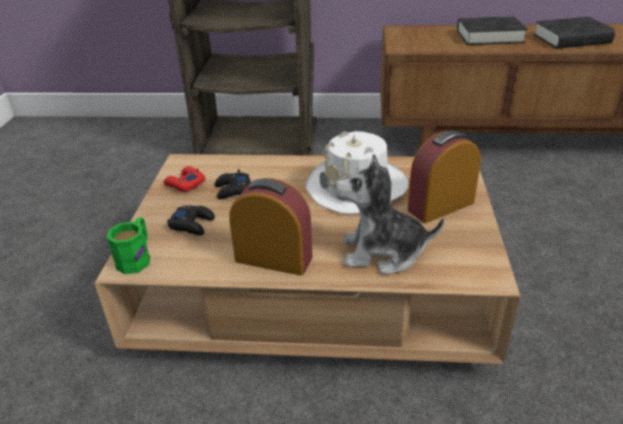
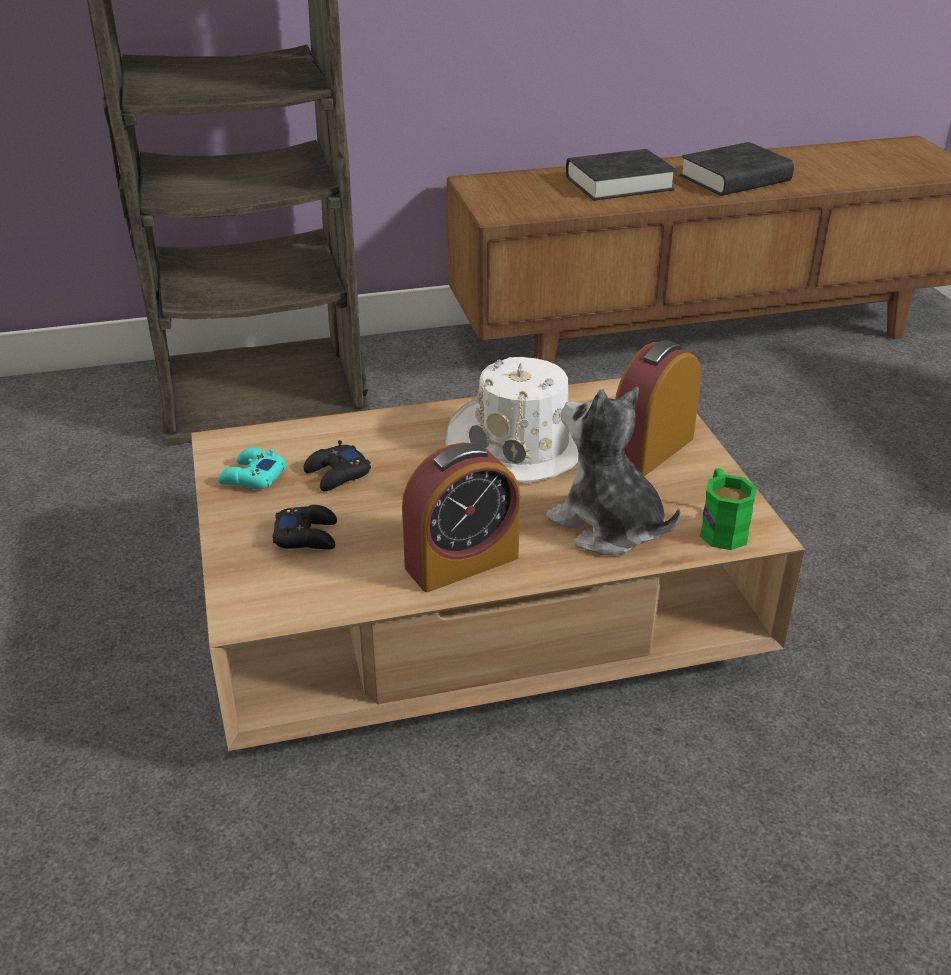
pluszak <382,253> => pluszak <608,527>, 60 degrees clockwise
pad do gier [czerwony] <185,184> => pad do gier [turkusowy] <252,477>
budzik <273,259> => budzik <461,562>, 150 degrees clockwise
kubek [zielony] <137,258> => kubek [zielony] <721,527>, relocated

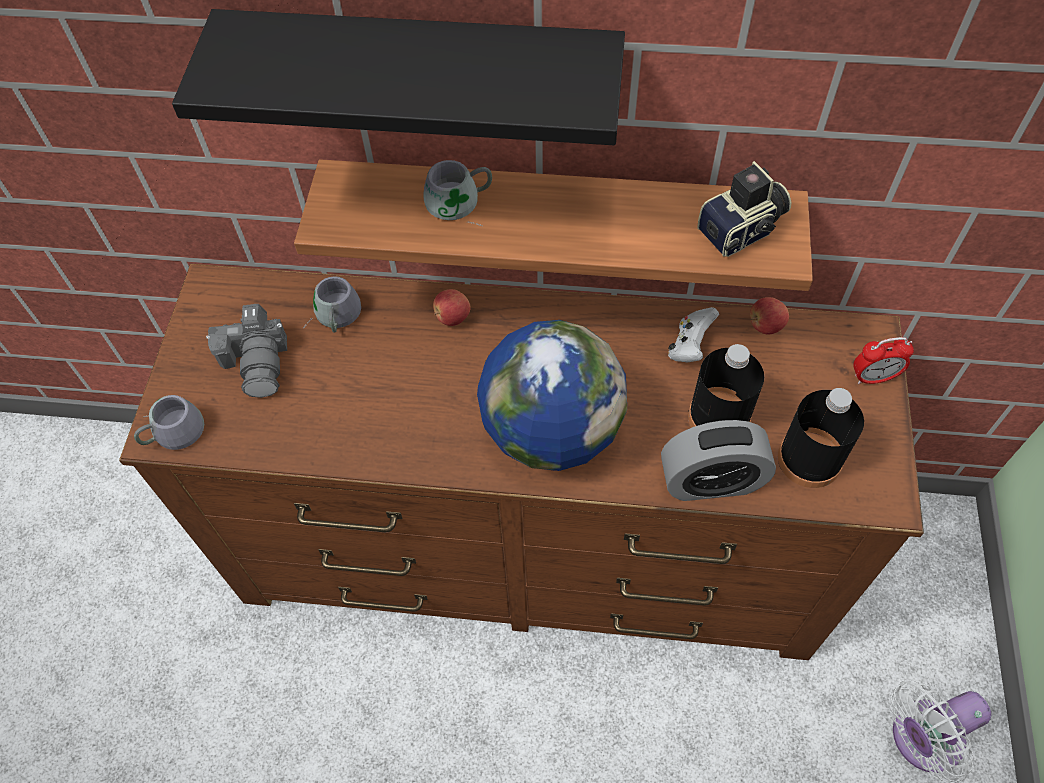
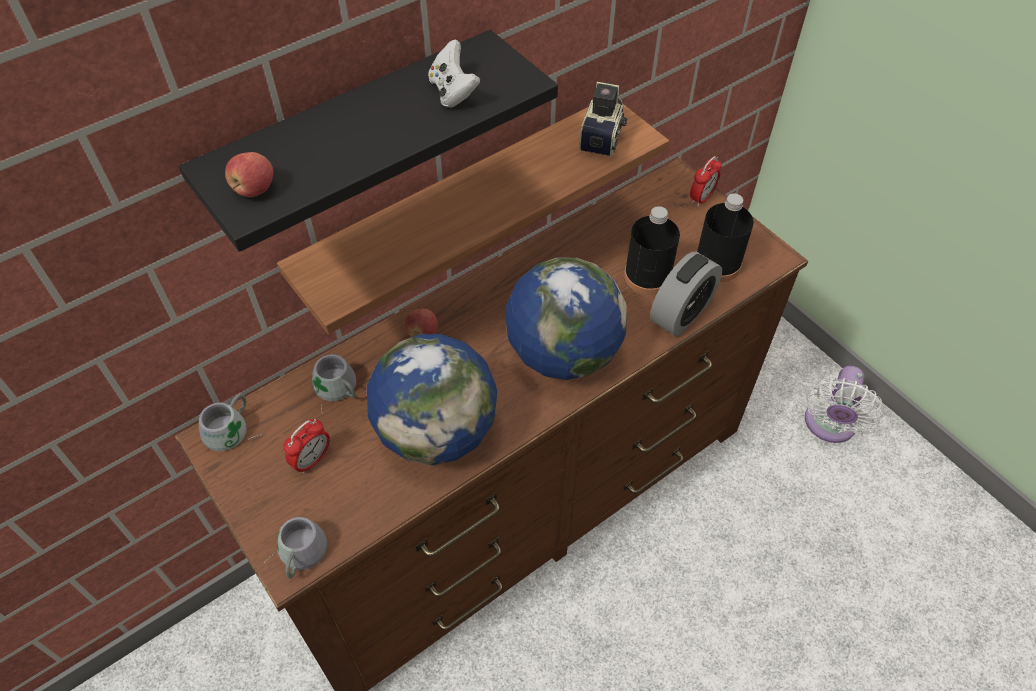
kubek [szary] <460,204> => kubek [szary] <233,430>, relocated
jabłko <765,325> => jabłko <254,190>, relocated
aparat fotograficzny <257,361> => budzik <312,460>
pad do gier [biały] <689,346> => pad do gier [biały] <453,92>, relocated
nothing => globus <437,432>

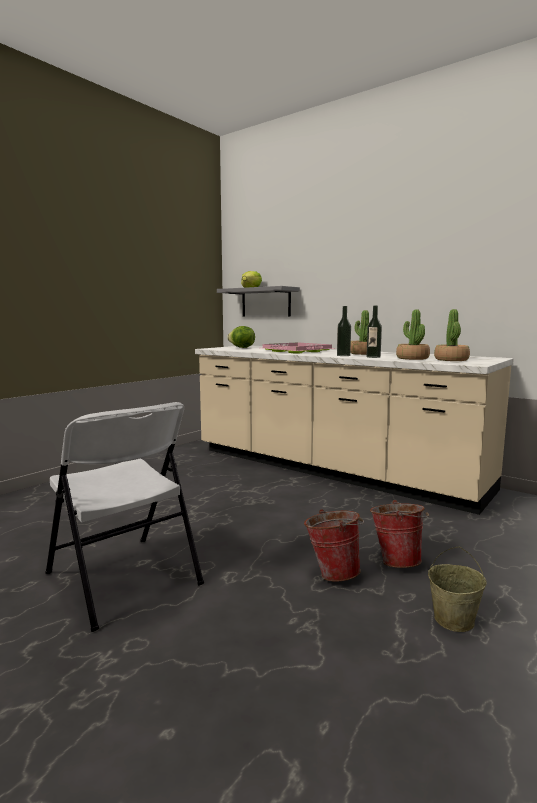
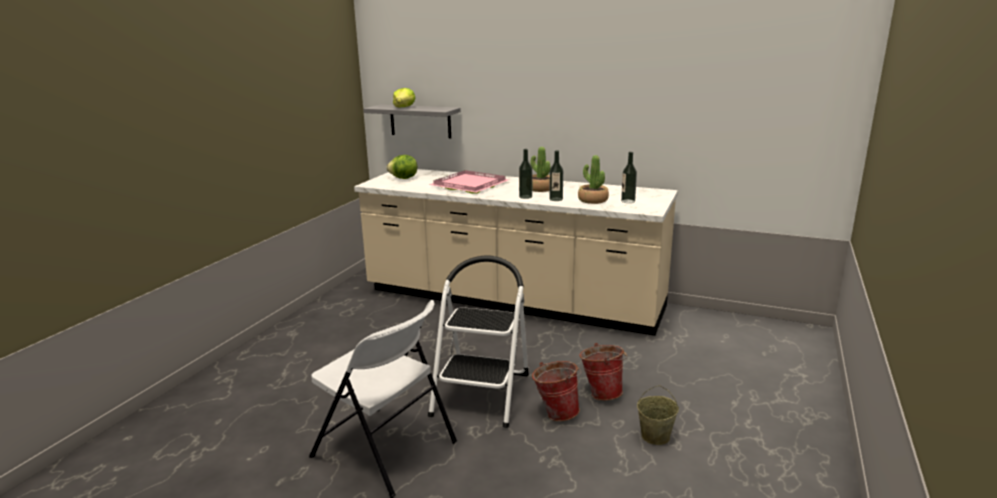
roślina doniczkowa <451,360> => butelka <628,201>
nothing => drabinka <483,393>

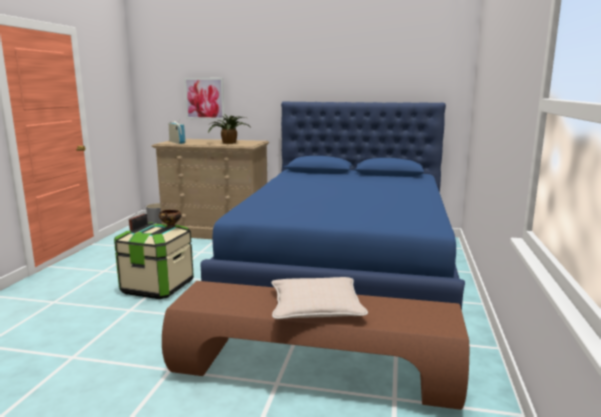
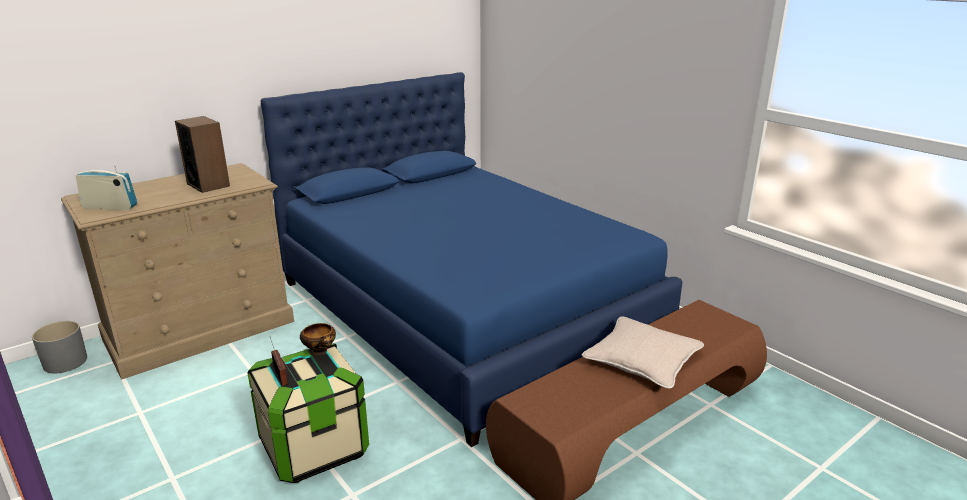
obraz <204,98> => nothing
roślina doniczkowa <228,143> => głośnik <208,185>

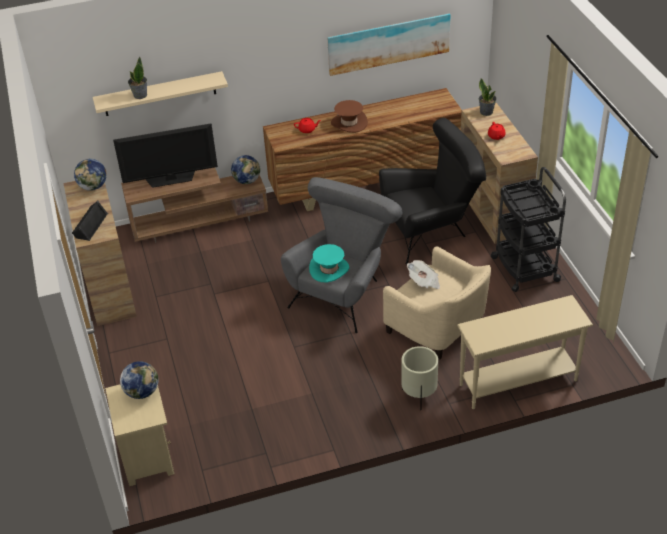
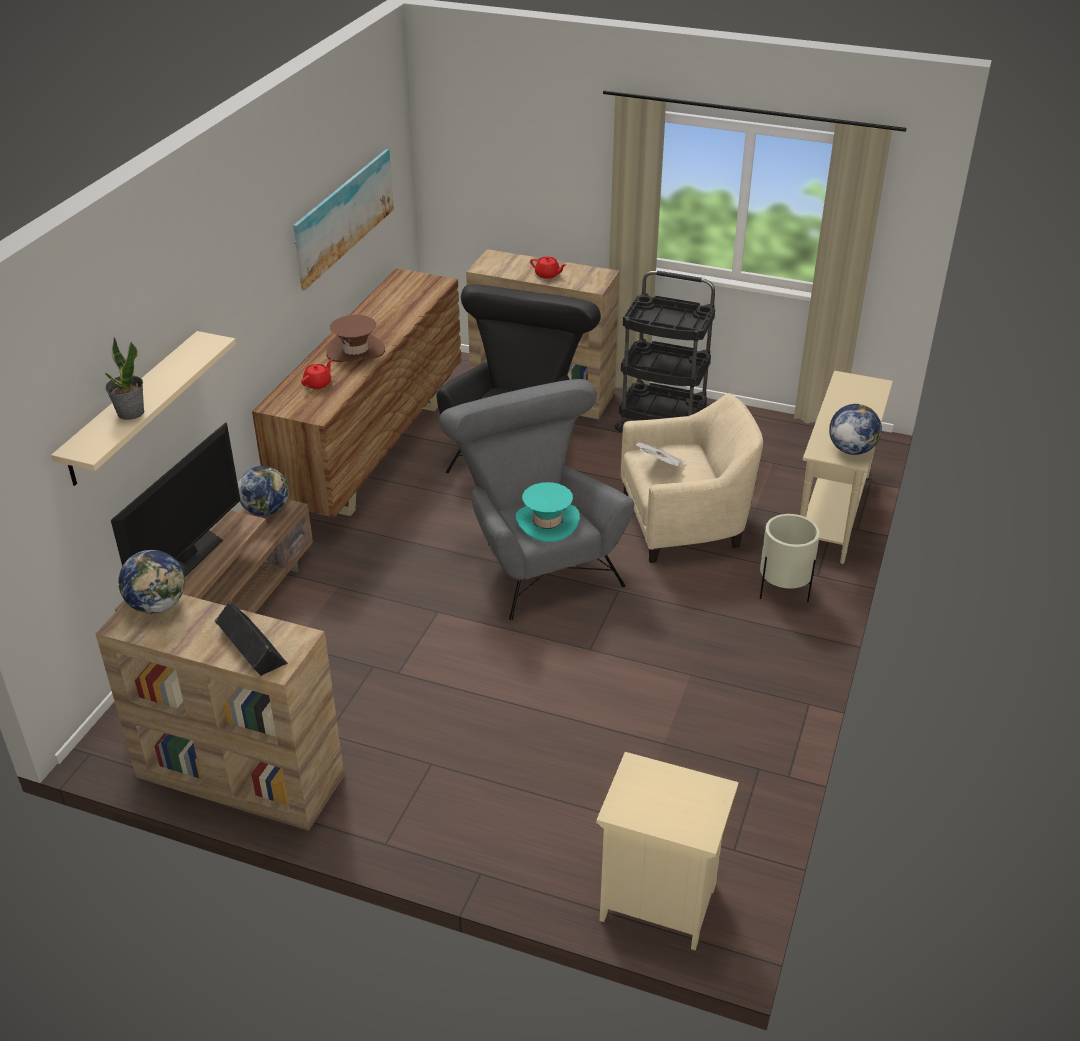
roślina doniczkowa <486,112> => nothing
globus <142,392> => globus <851,450>, relocated

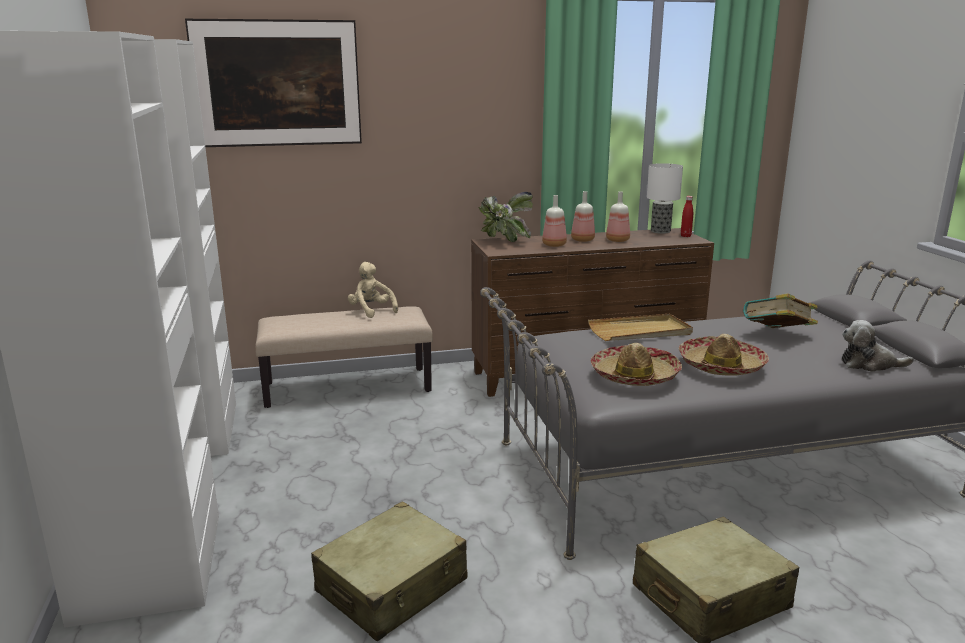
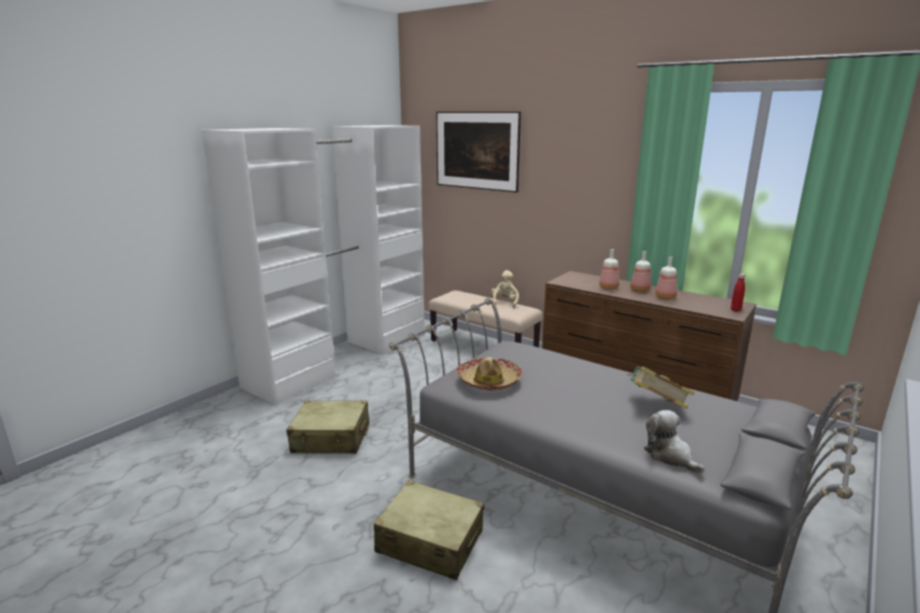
lampa stołowa <661,231> => nothing
roślina doniczkowa <503,241> => nothing
taca [beżowy] <640,332> => nothing
kapelusz <721,366> => nothing

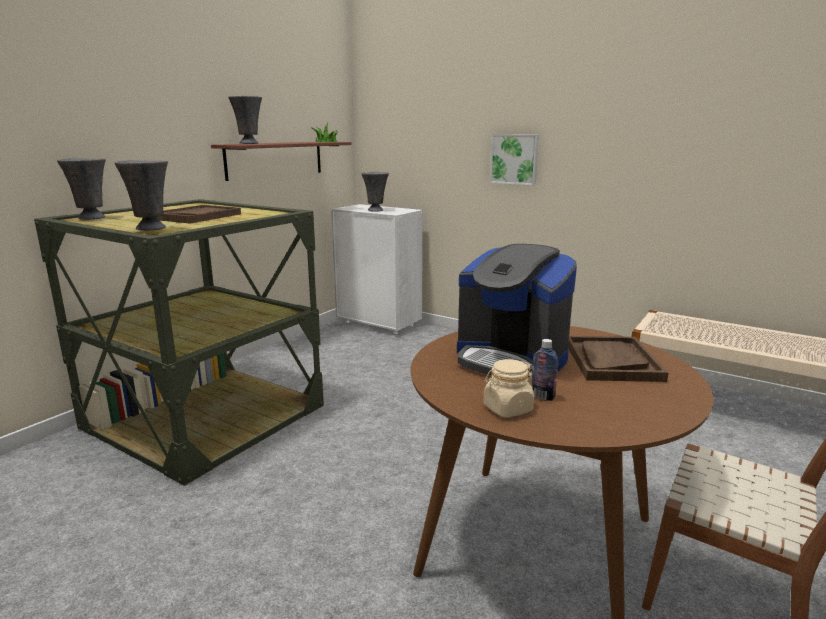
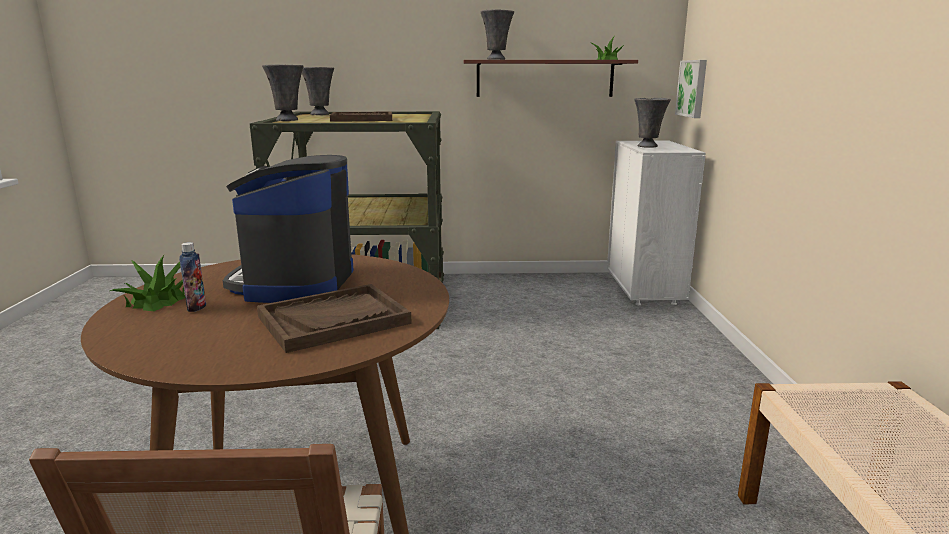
obraz <514,159> => obraz <693,88>, relocated
słoik [beżowy] <507,409> => roślina doniczkowa <158,300>

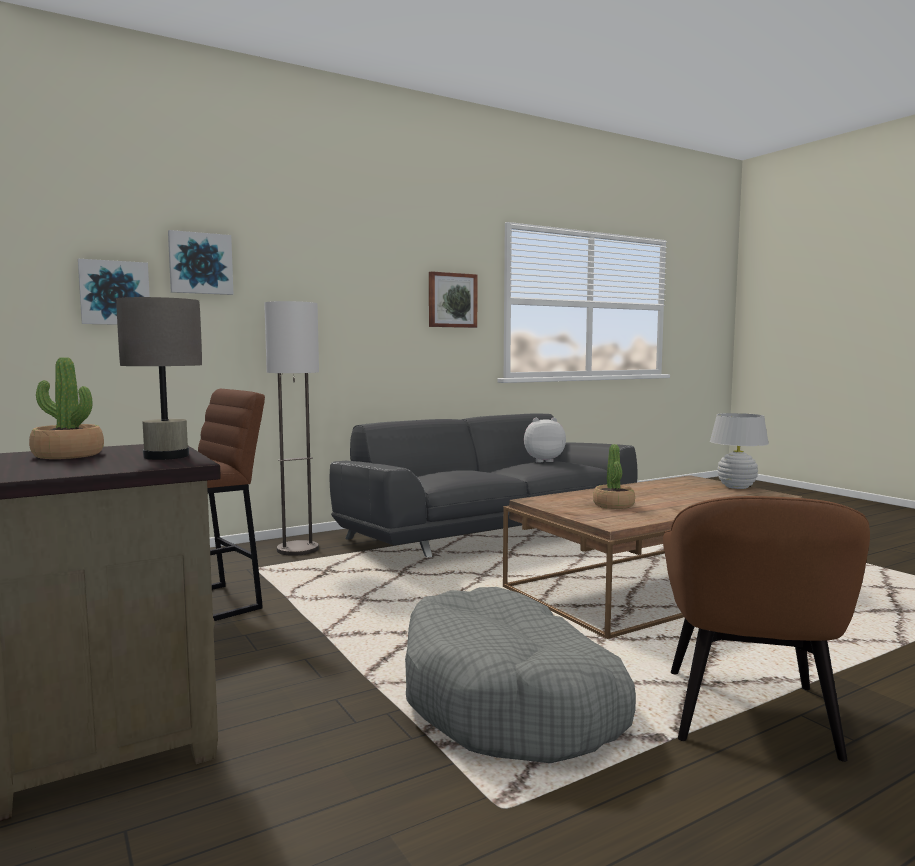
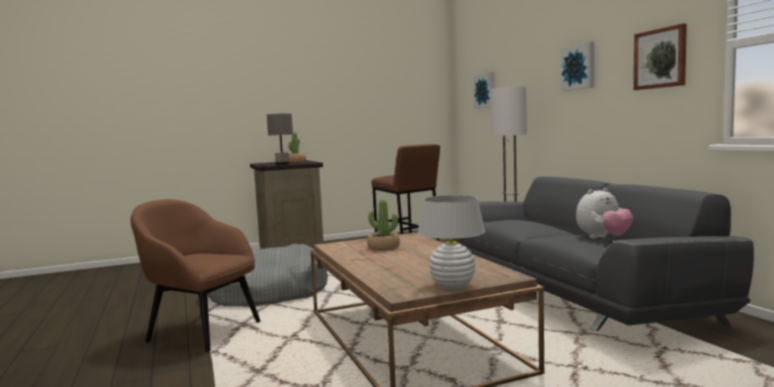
obraz <200,263> => obraz <578,67>, relocated
pluszak <543,461> => pluszak <603,238>, 60 degrees clockwise

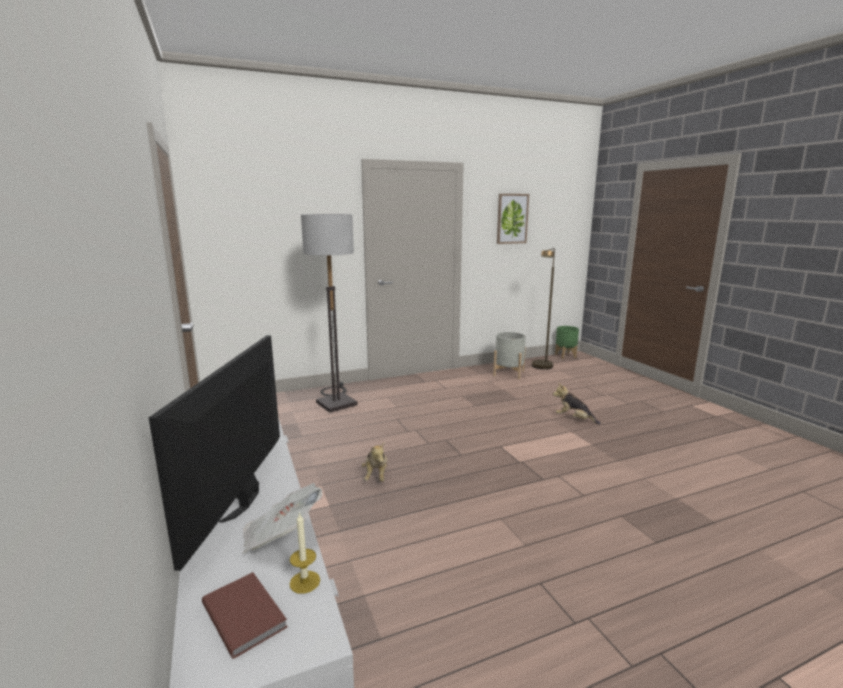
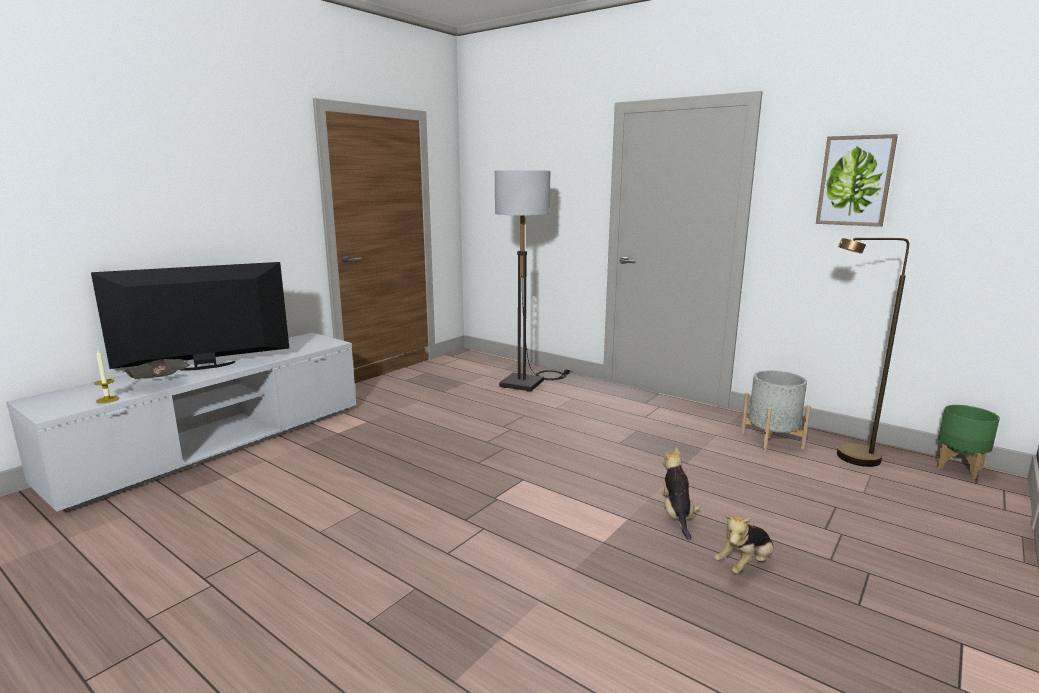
pluszak <376,475> => pluszak <745,565>, relocated
książka [brązowy] <245,613> => nothing

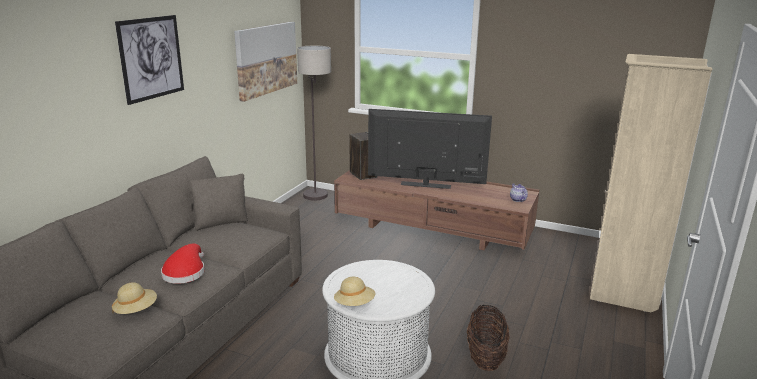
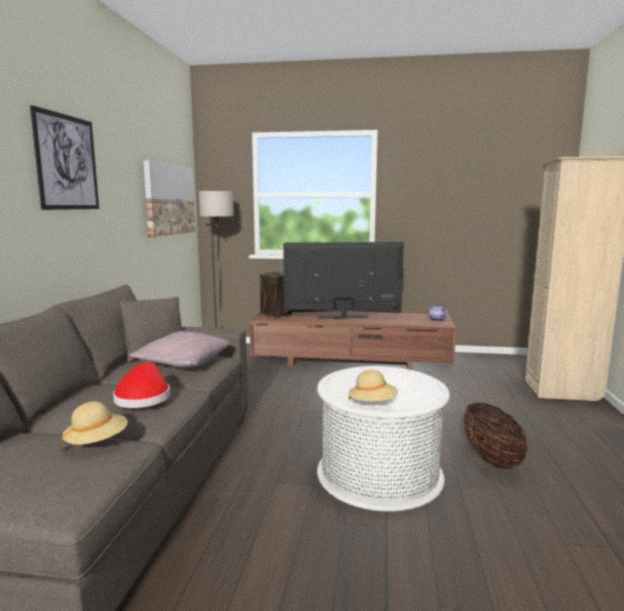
nothing => poduszka [fioletowy] <182,363>

